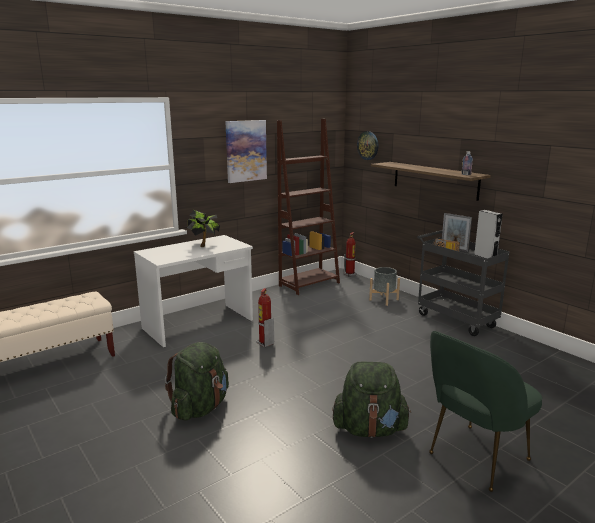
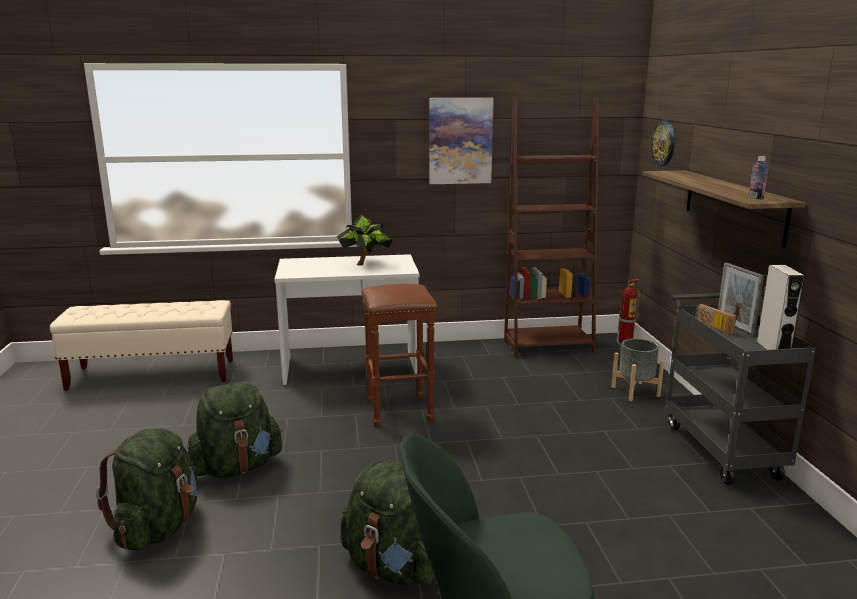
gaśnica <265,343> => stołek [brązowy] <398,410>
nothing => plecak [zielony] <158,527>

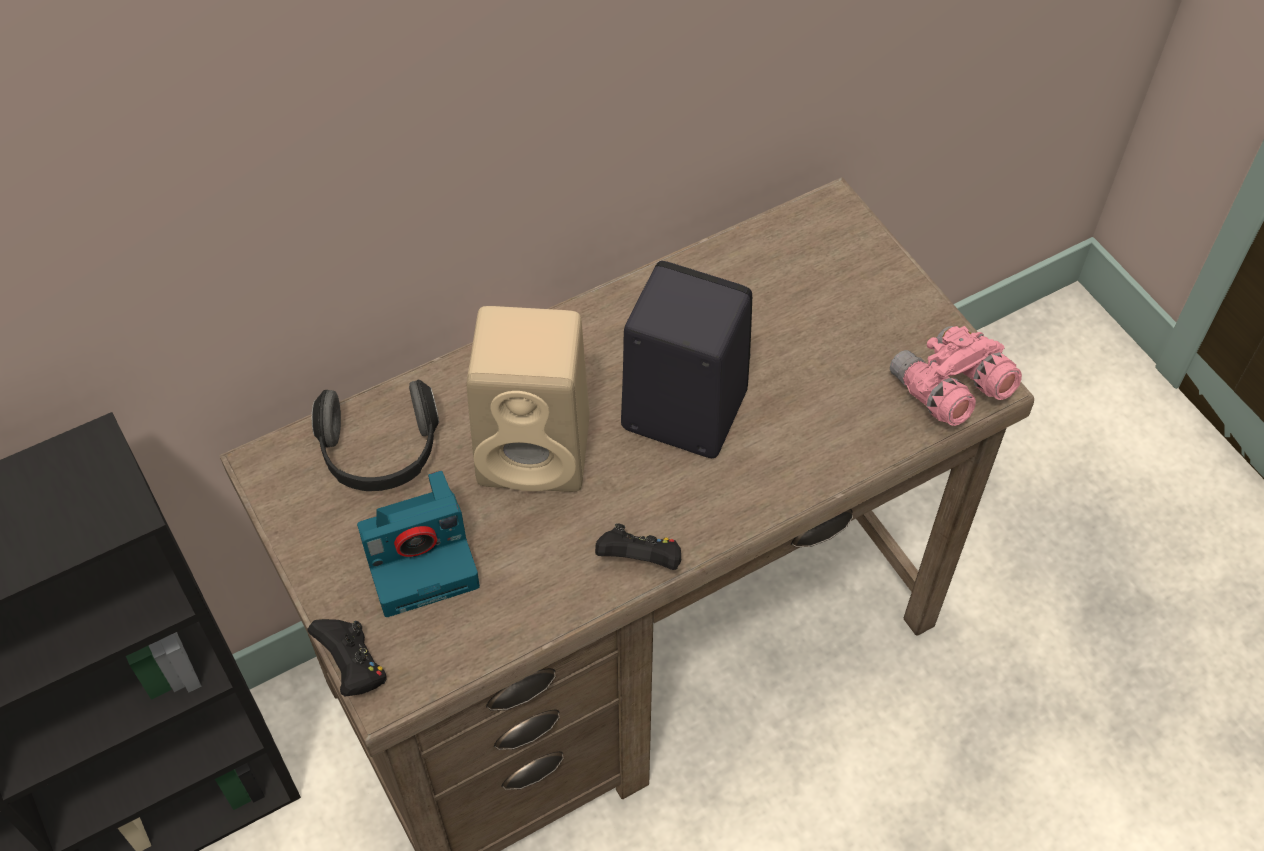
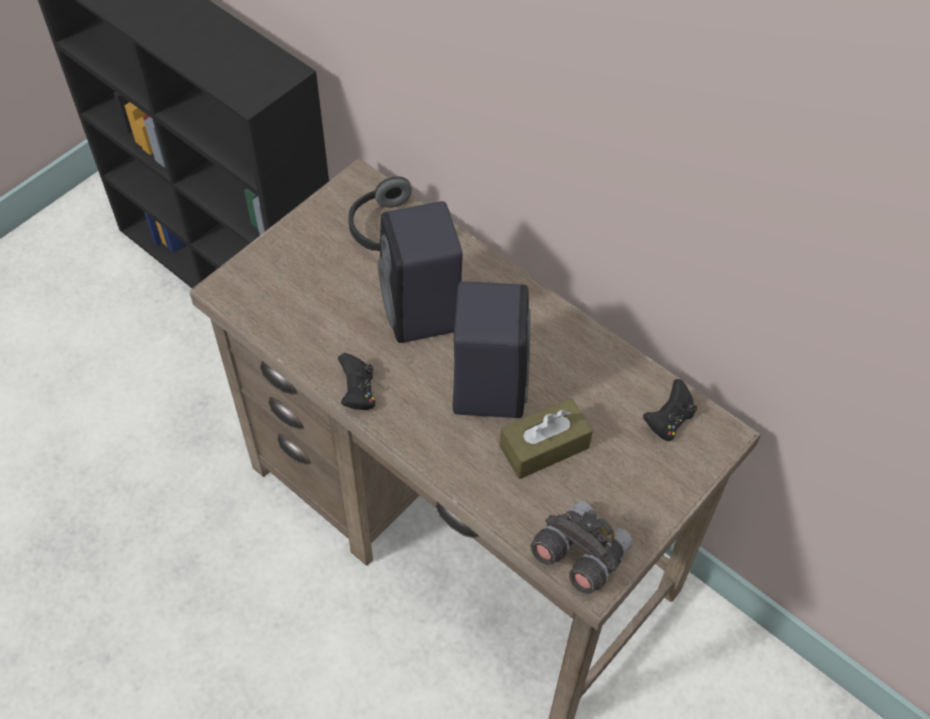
głośnik [beżowy] <538,450> => głośnik [czarny] <423,312>
lornetka [różowy] <949,390> => lornetka [szary] <579,555>
aparat fotograficzny <421,556> => nothing
pad do gier [czarny] <353,667> => pad do gier [czarny] <668,421>, relocated
nothing => pudełko chusteczek [brązowy] <544,447>

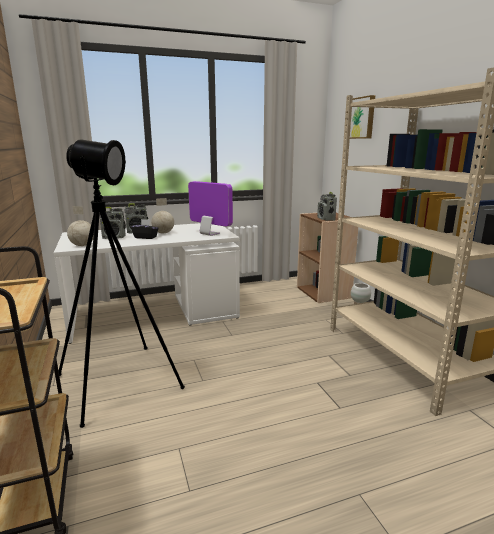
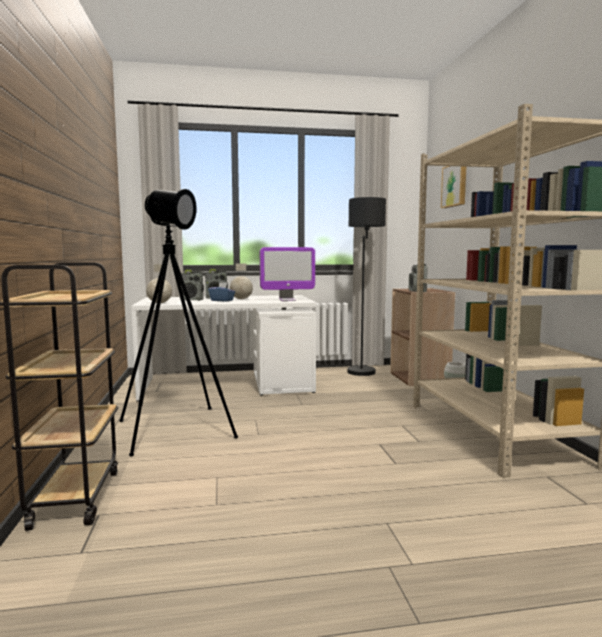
monitor <209,234> => monitor <287,300>, 120 degrees clockwise
pudełko chusteczek [czarny] <145,237> => pudełko chusteczek [niebieski] <222,300>
nothing => lampa stojąca [czarny] <363,374>

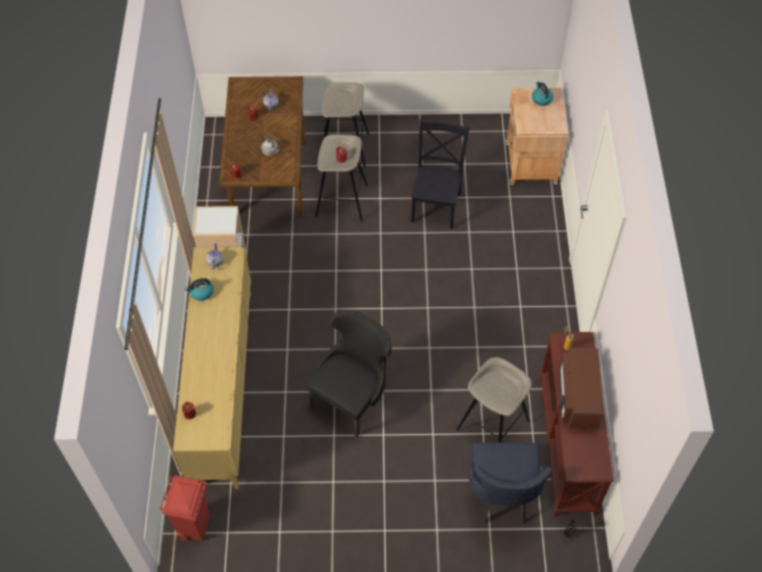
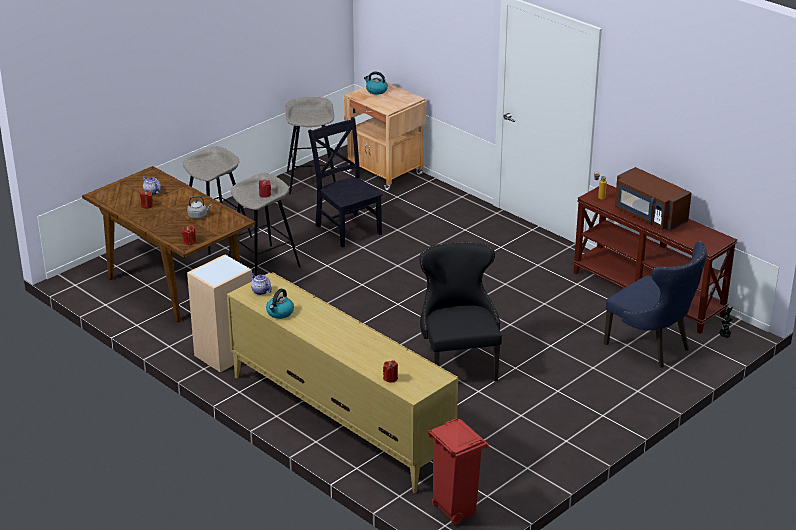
stołek [szary] <493,425> => stołek [szary] <312,181>, relocated

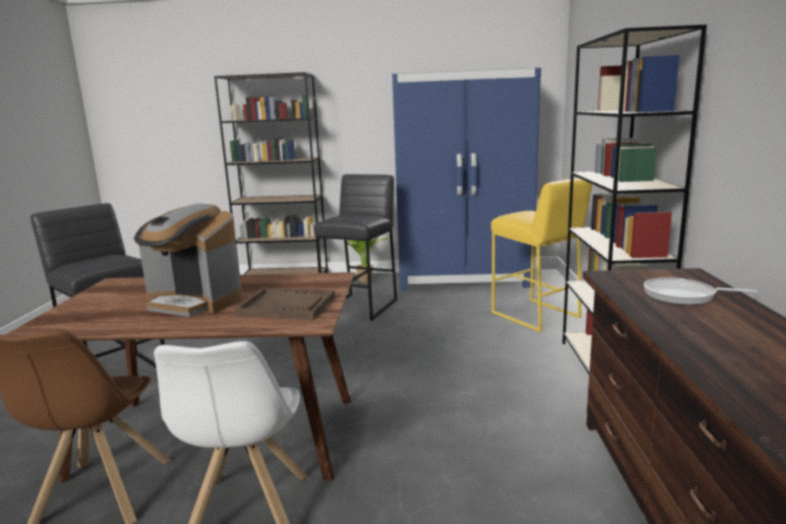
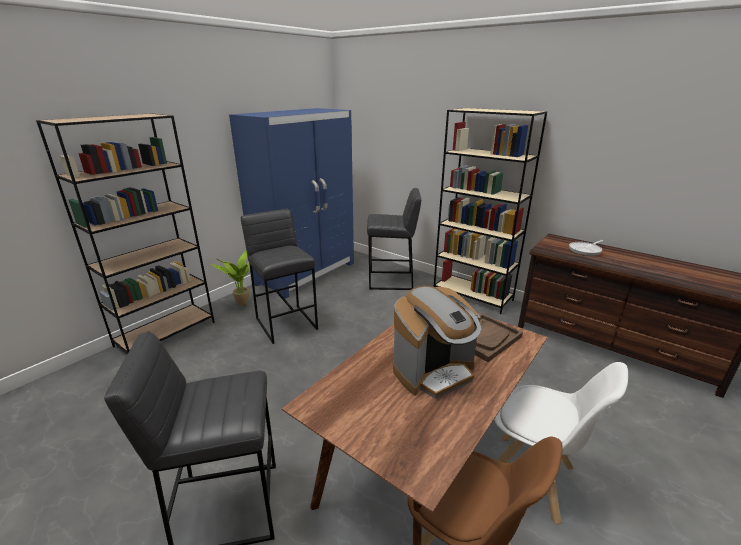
stołek [żółty] <536,315> => stołek [szary] <391,281>

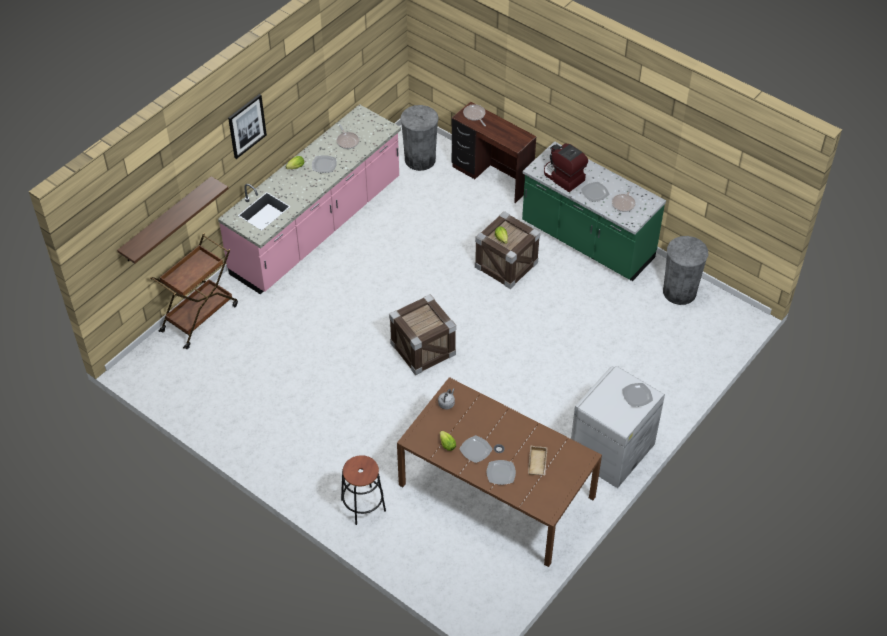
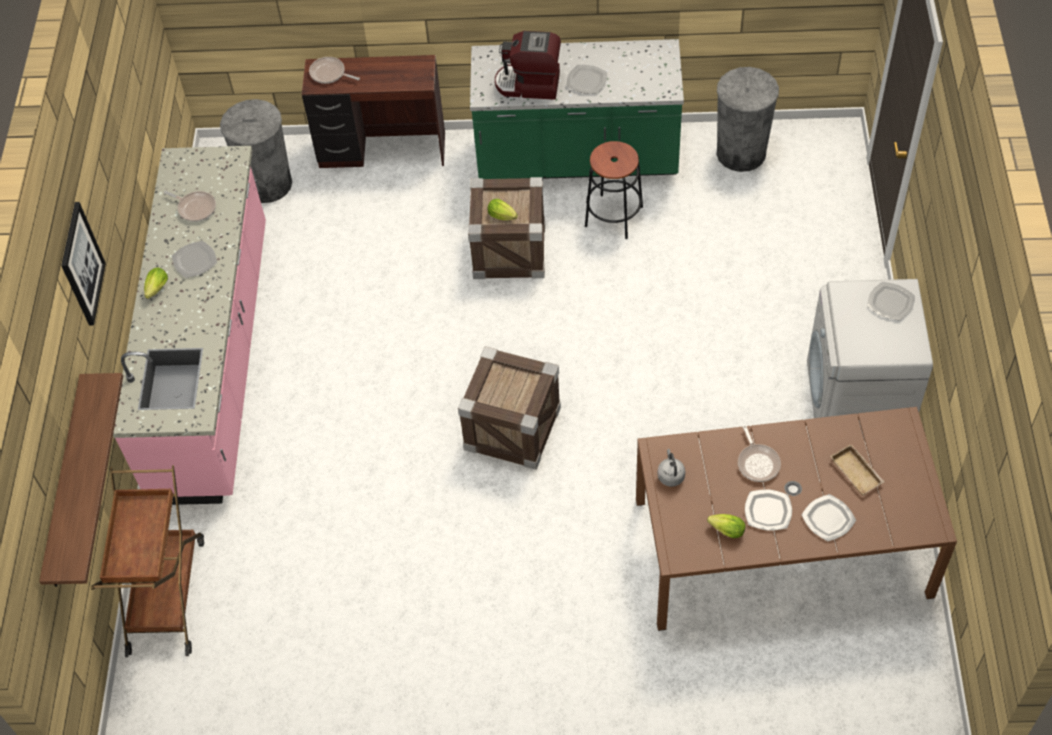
patelnia <624,203> => patelnia <757,462>, relocated
stołek [czarny] <363,505> => stołek [czarny] <613,216>, relocated

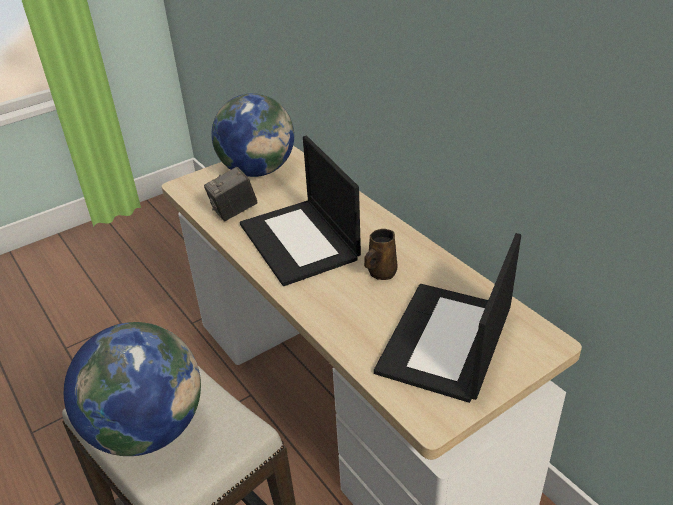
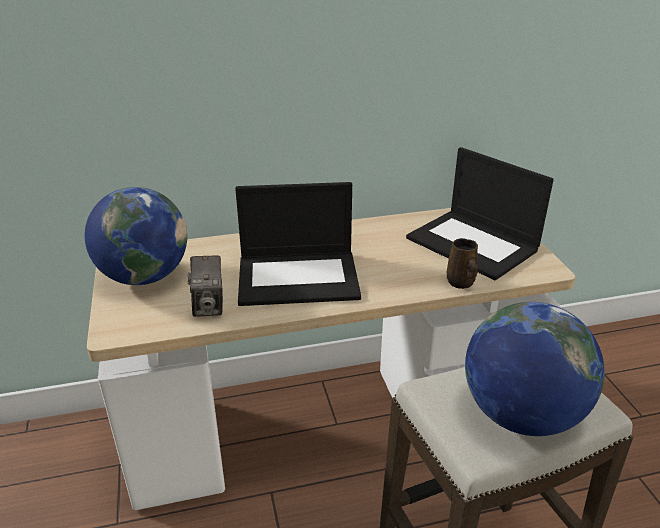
kubek [brązowy] <381,273> => kubek [brązowy] <461,283>, relocated

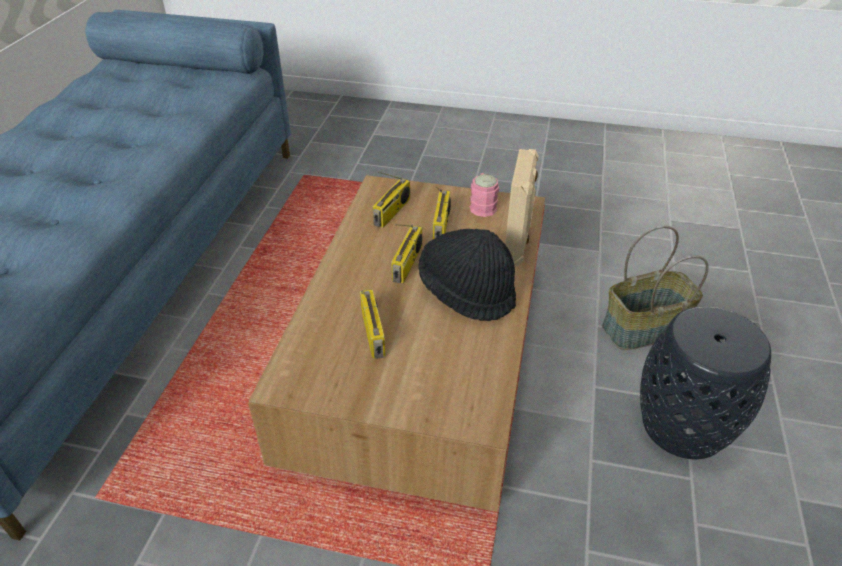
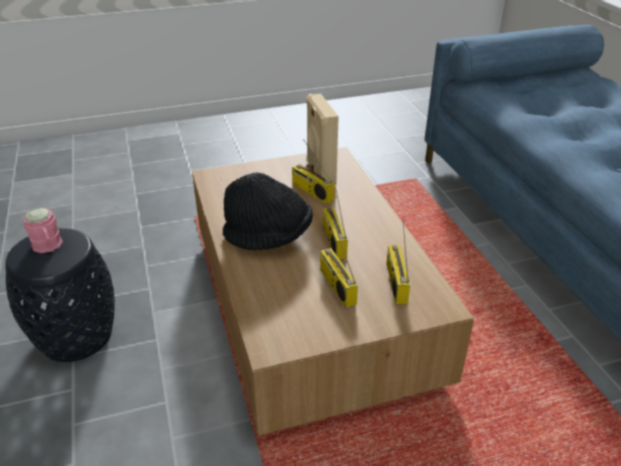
głośnik [beżowy] <517,244> => głośnik [beżowy] <319,173>, relocated
kubek [różowy] <482,205> => kubek [różowy] <48,247>, relocated
koszyk <644,329> => nothing

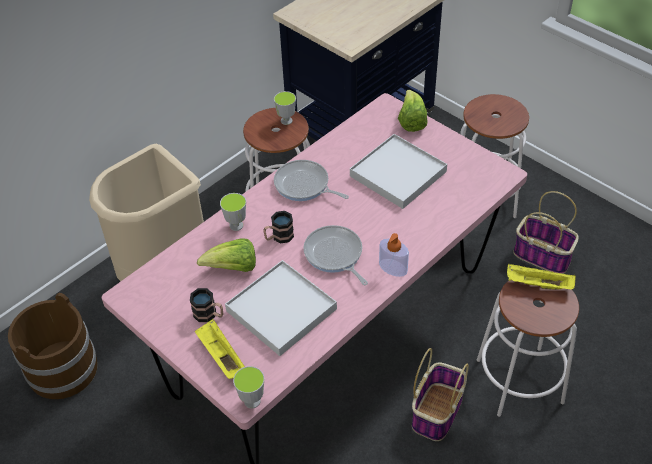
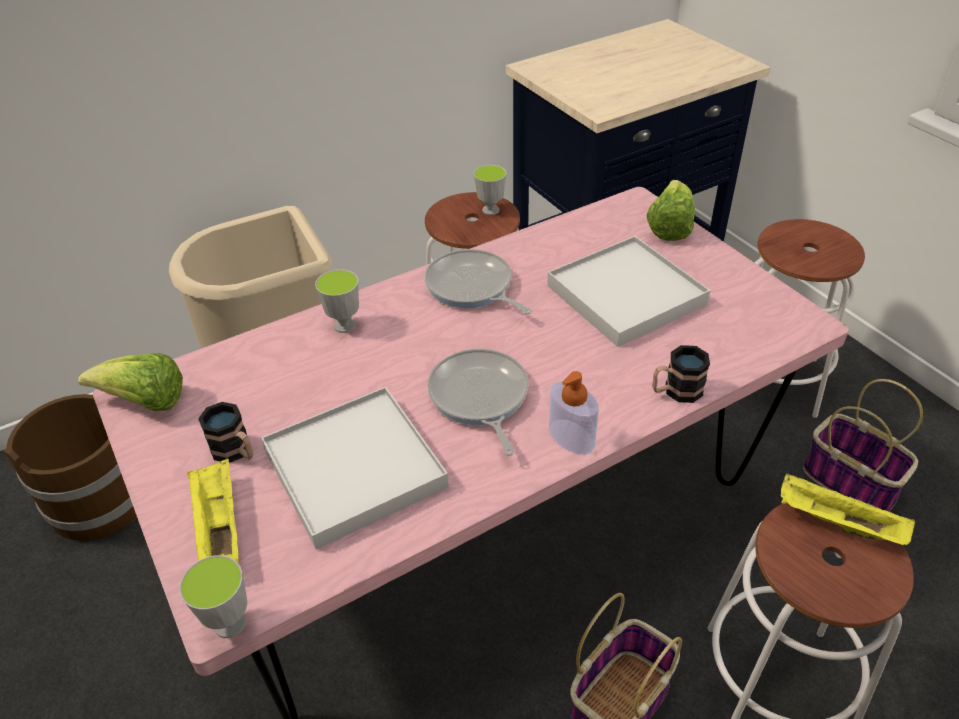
kubek <279,237> => kubek <676,391>, relocated
sałata <233,268> => sałata <145,402>, relocated

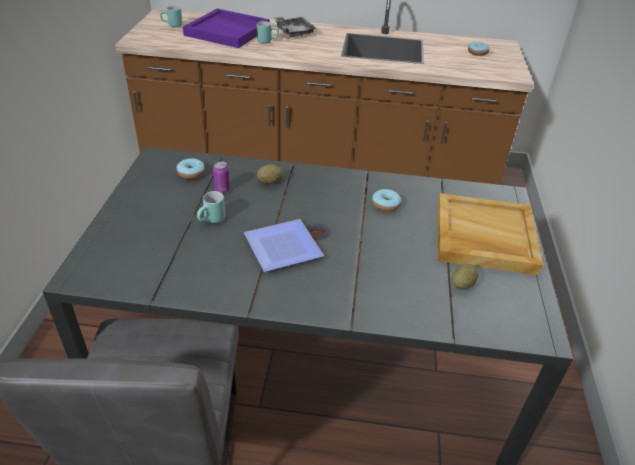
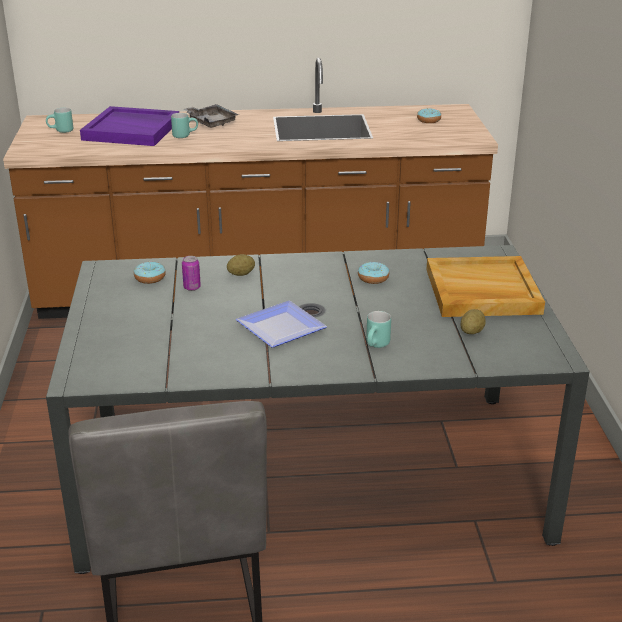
kubek [turkusowy] <212,221> => kubek [turkusowy] <377,346>, relocated

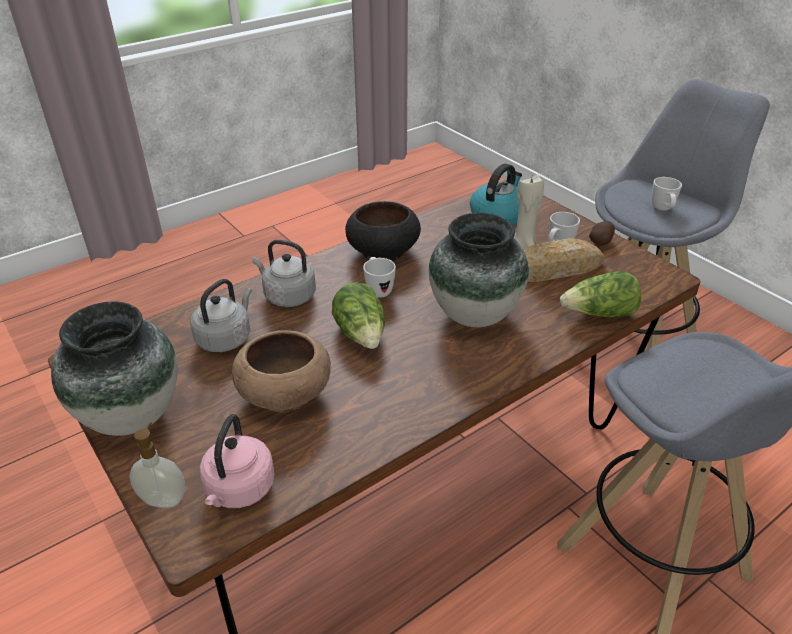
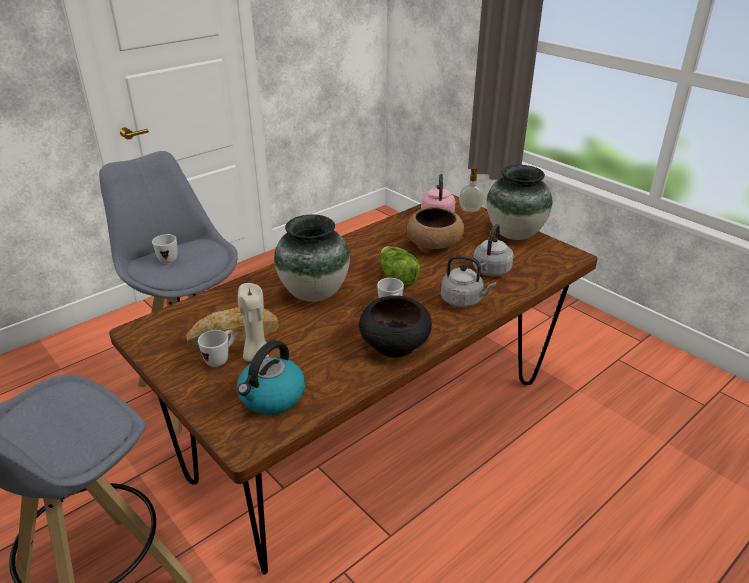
kubek [biały] <663,210> => kubek [biały] <169,258>, relocated
ziemniak <601,241> => nothing
sałata <599,314> => nothing

